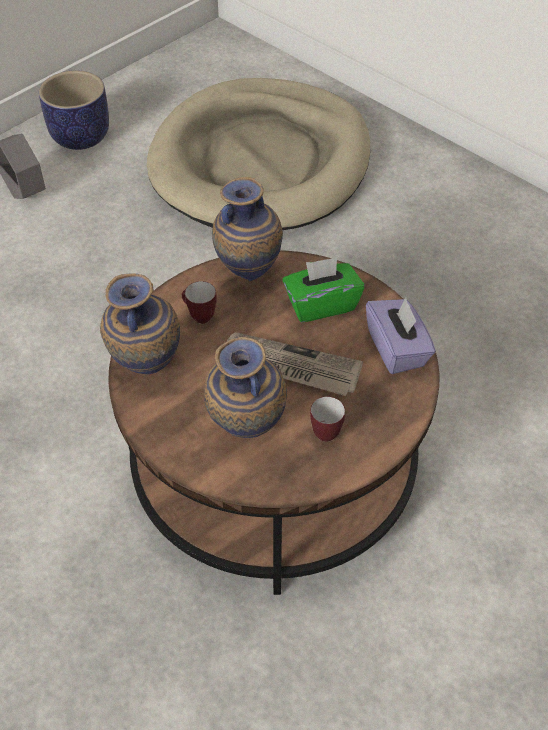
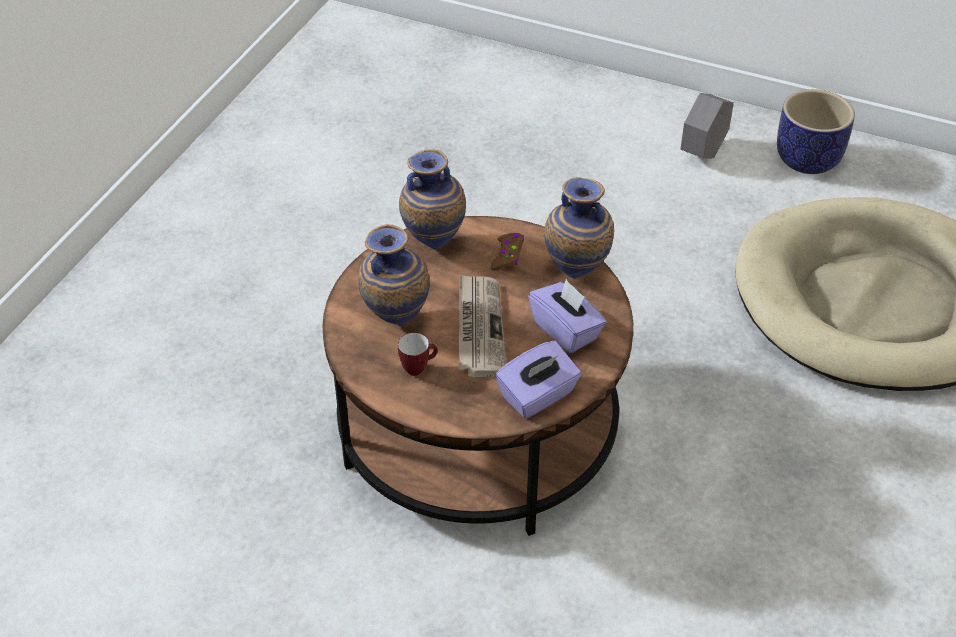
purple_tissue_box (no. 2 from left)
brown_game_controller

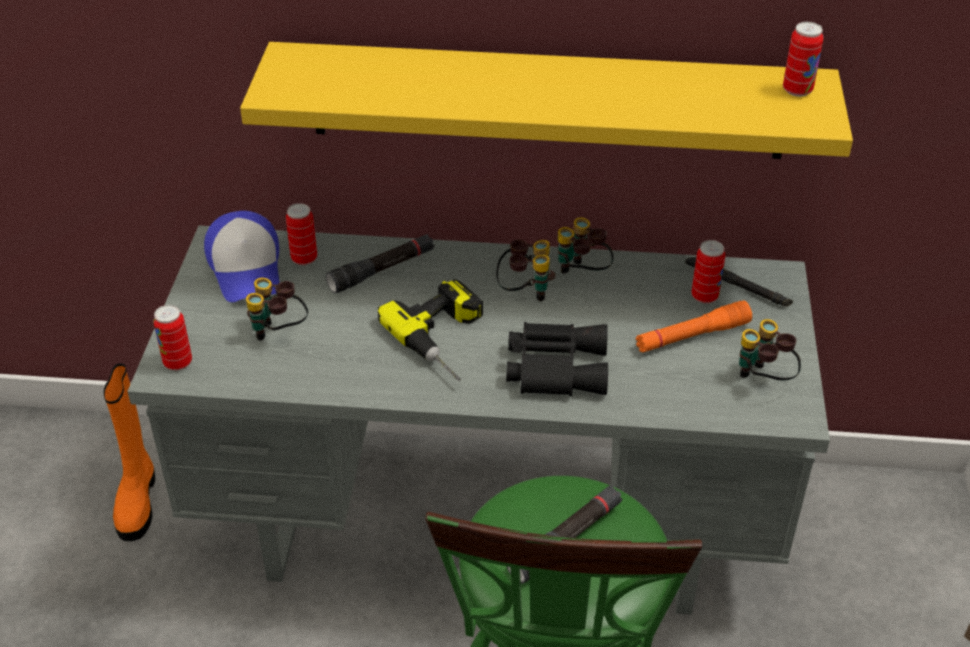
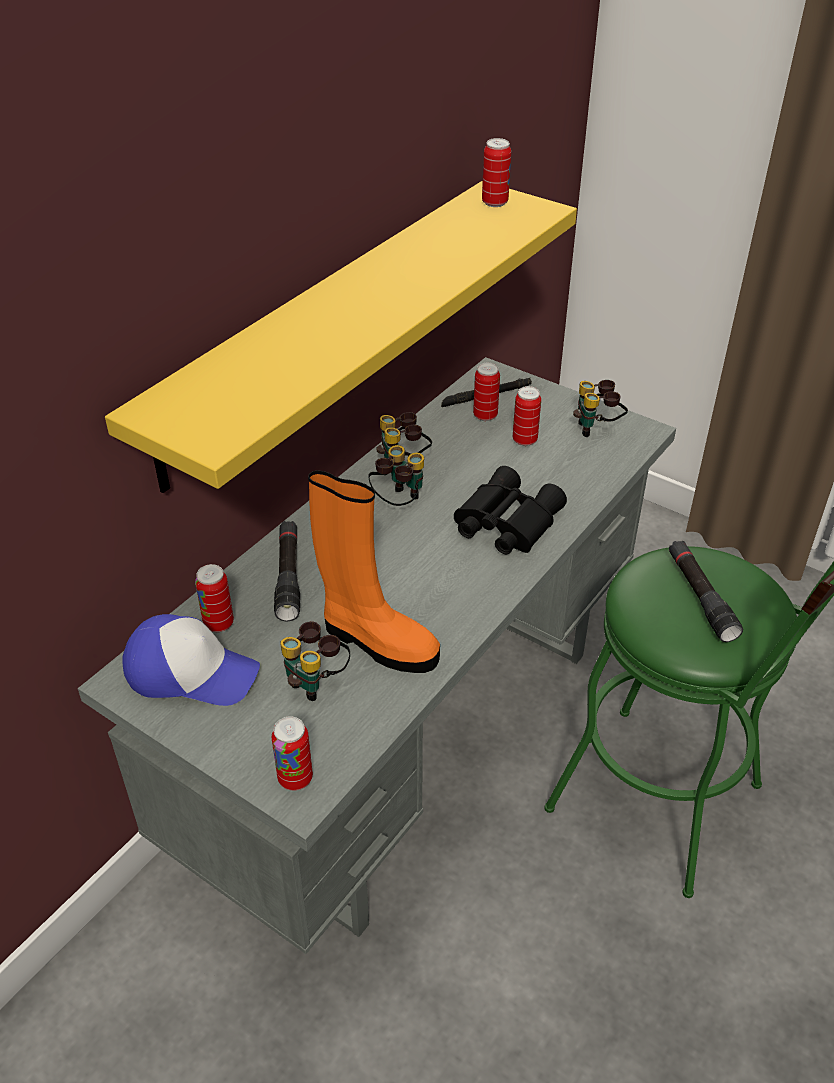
power_drill
can (no. 5 from left)
orange_boot

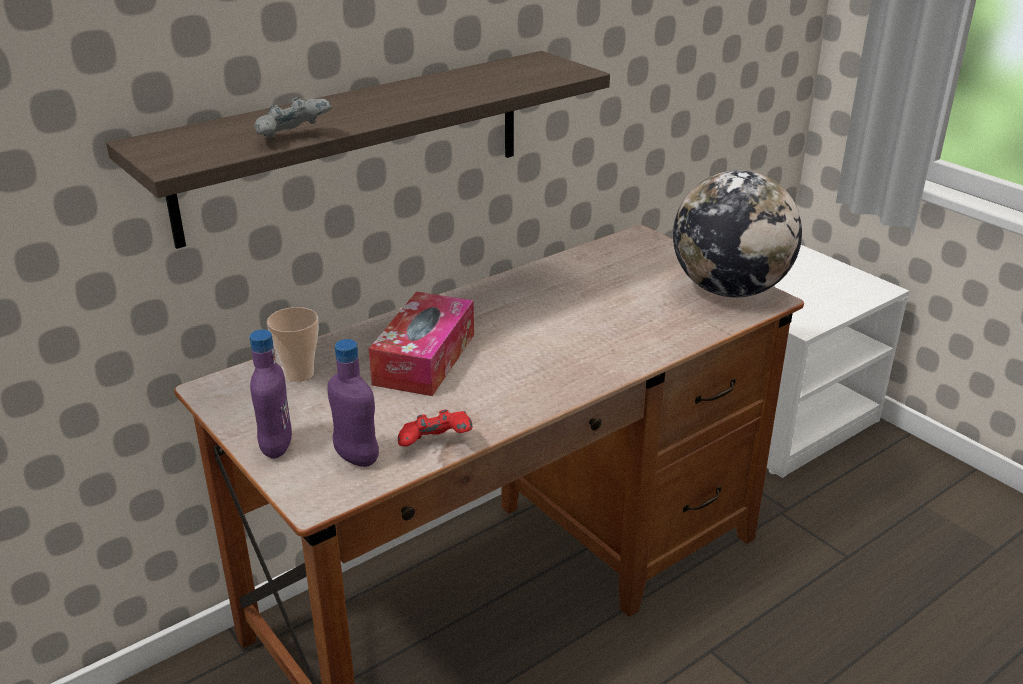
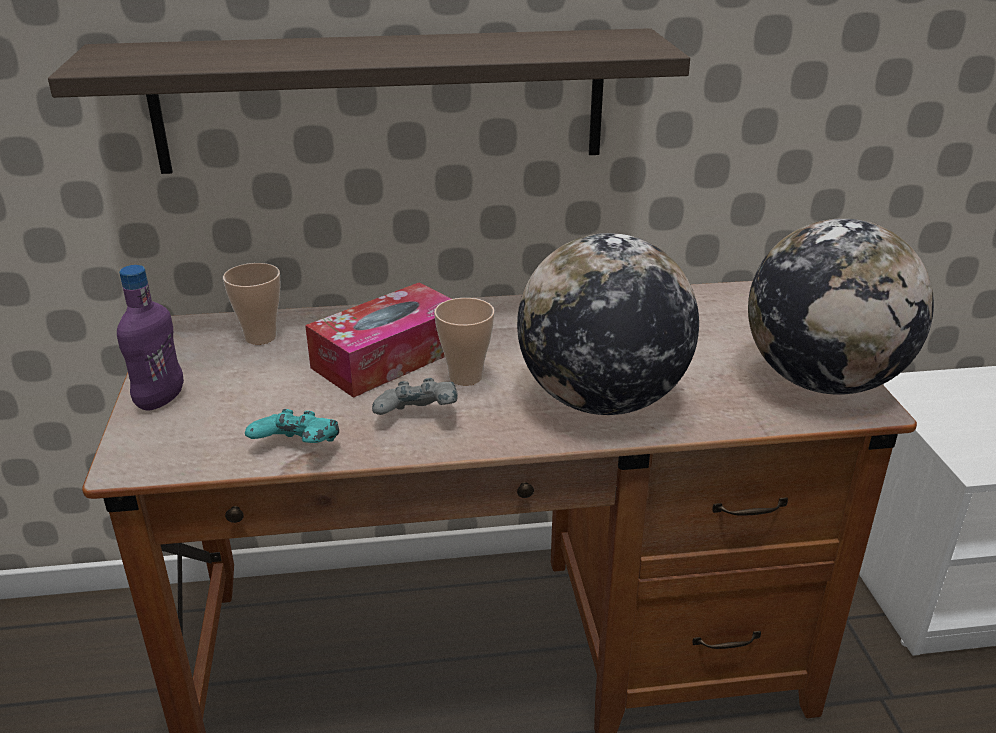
grey_game_controller
purple_bottle (no. 2 from left in the first image)
turquoise_game_controller
globe (no. 1 from left)
cup (no. 2 from left)

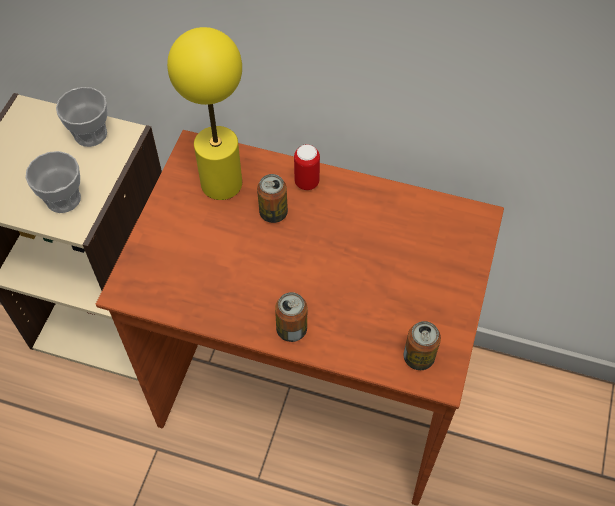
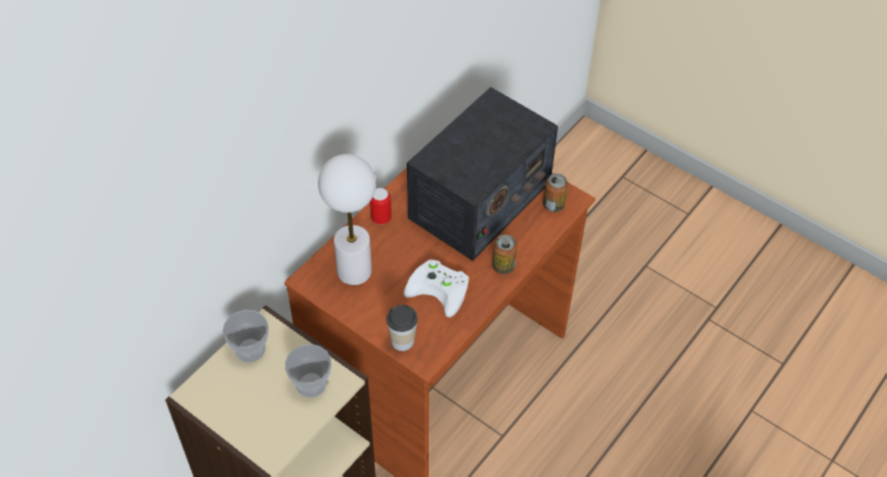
white_table_lamp
can (no. 1 from left in the first image)
radio
white_game_controller
cup (no. 3 from left)

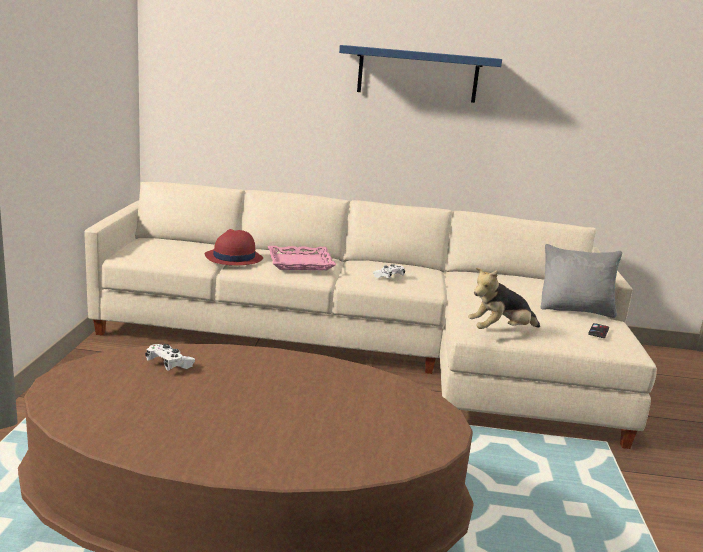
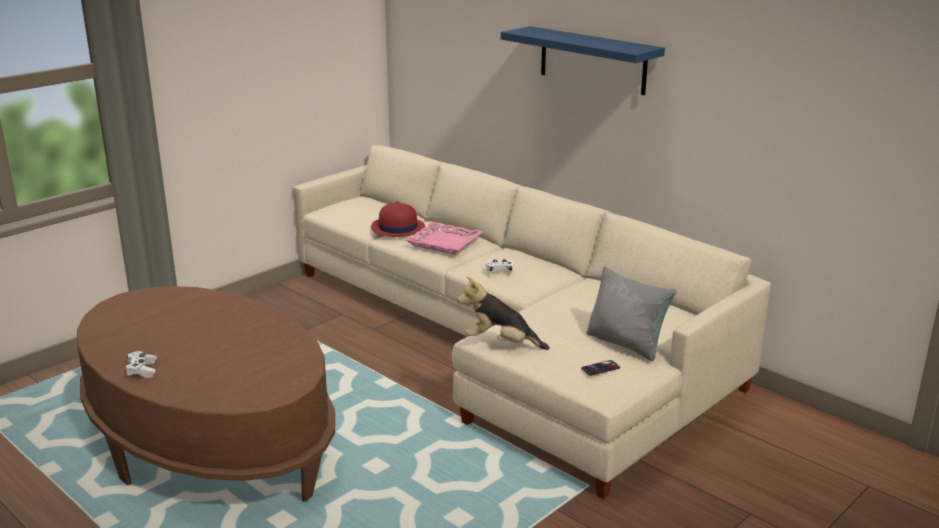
white_game_controller (no. 1 from left)

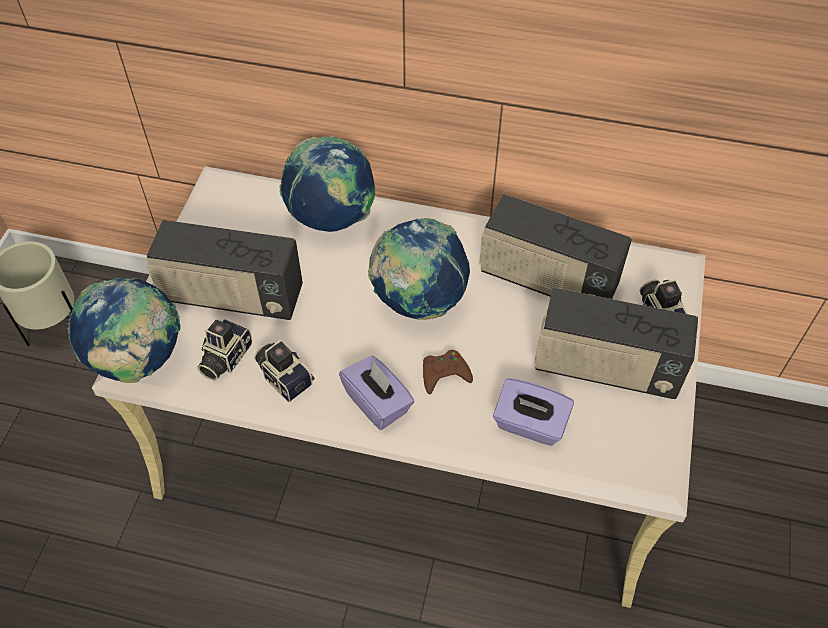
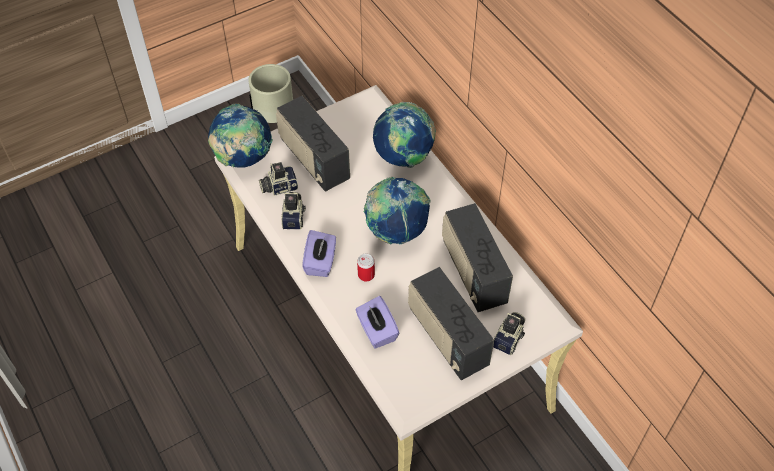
can

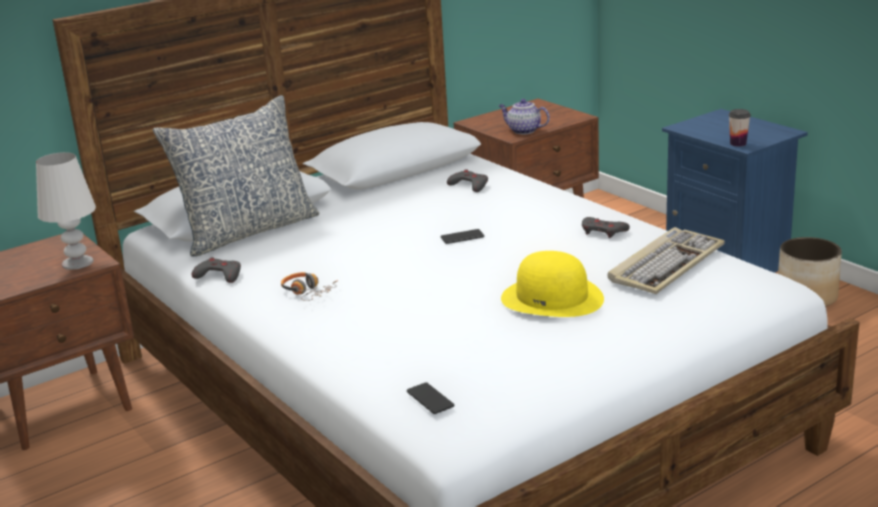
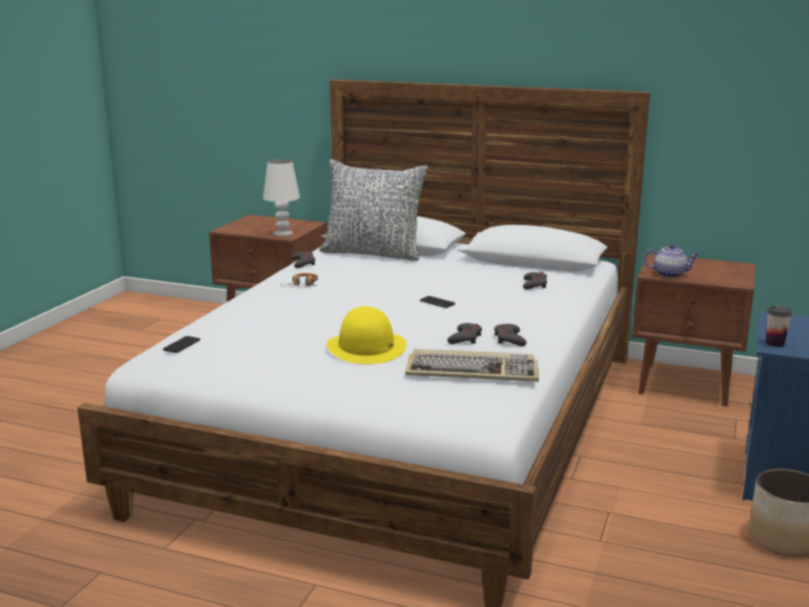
teapot
grey_game_controller (no. 2 from left)

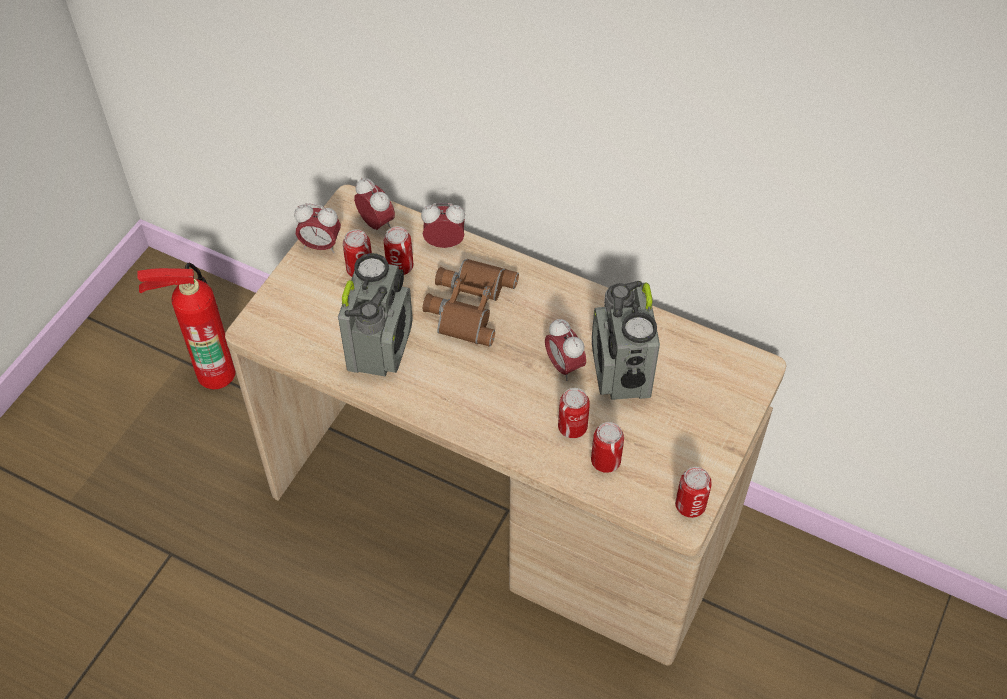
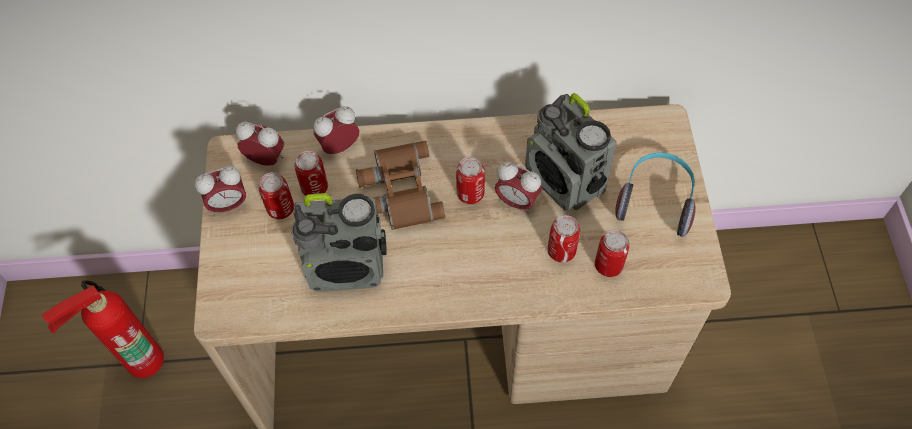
radio (no. 1 from left)
can (no. 3 from left)
headphones

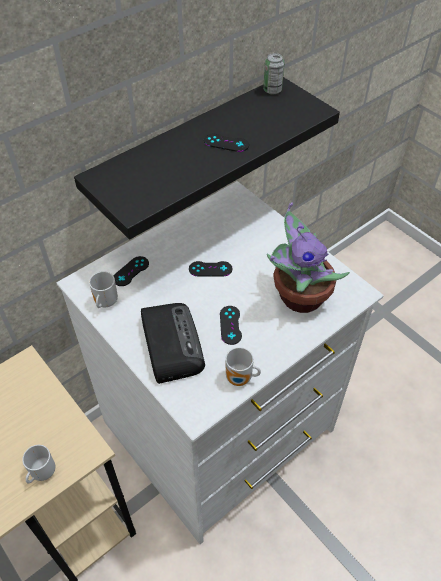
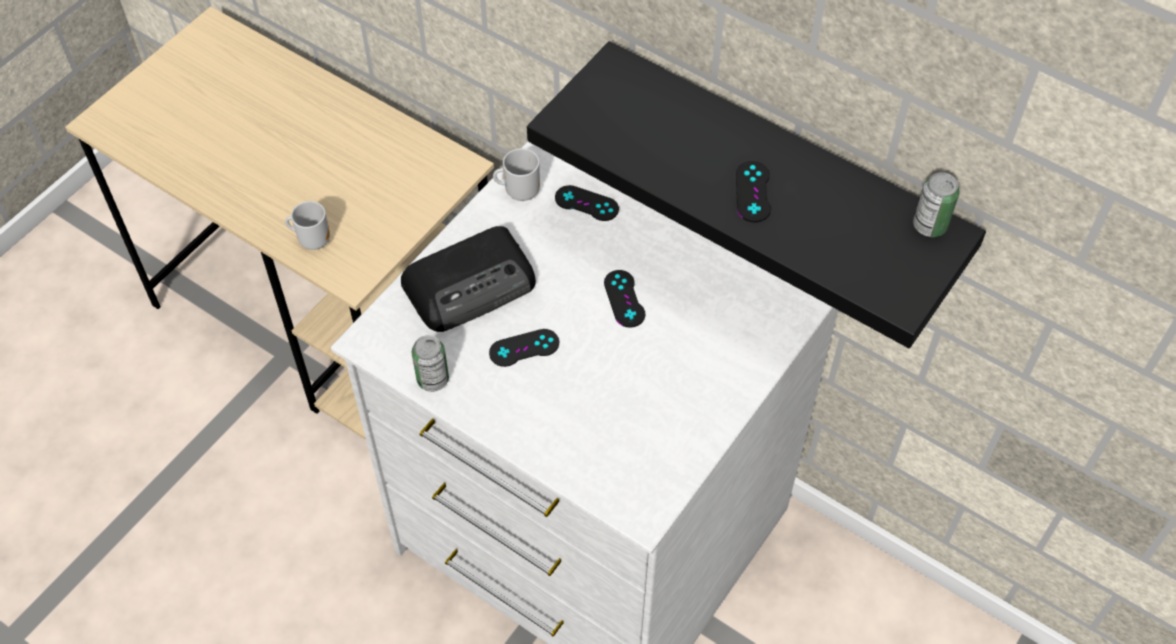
potted_plant
can (no. 1 from left)

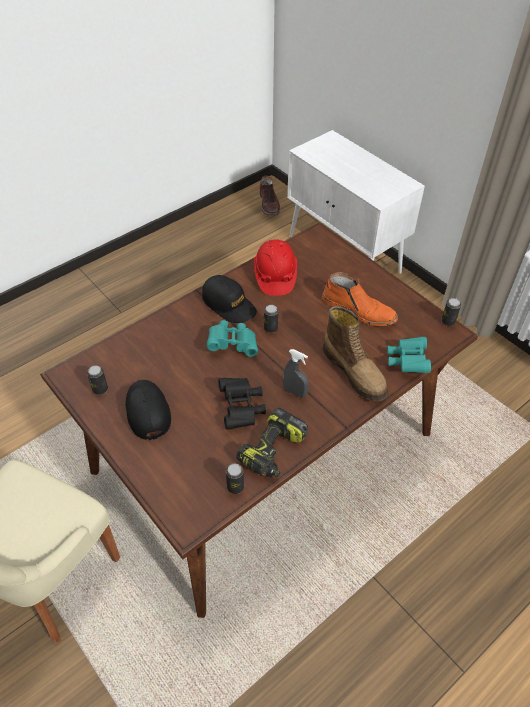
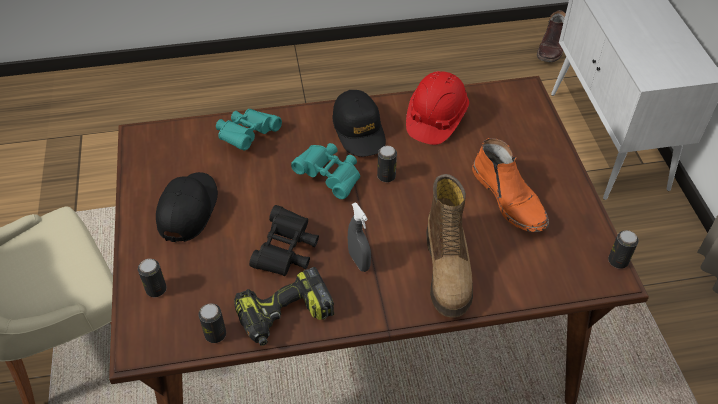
turquoise_binoculars (no. 1 from left)
can (no. 1 from left)

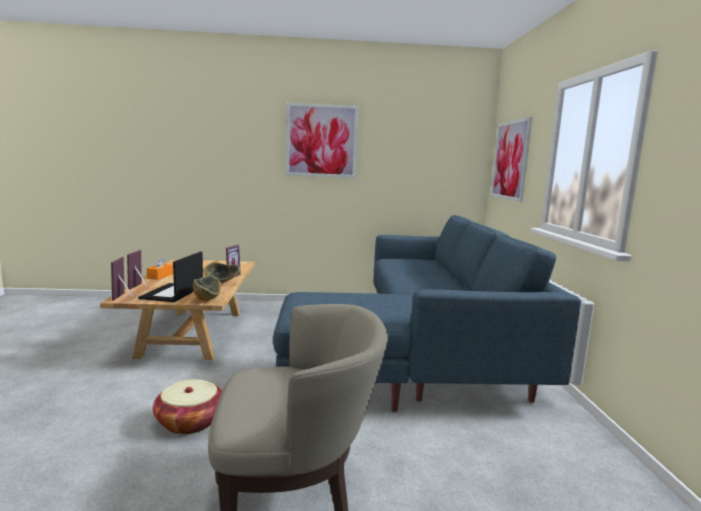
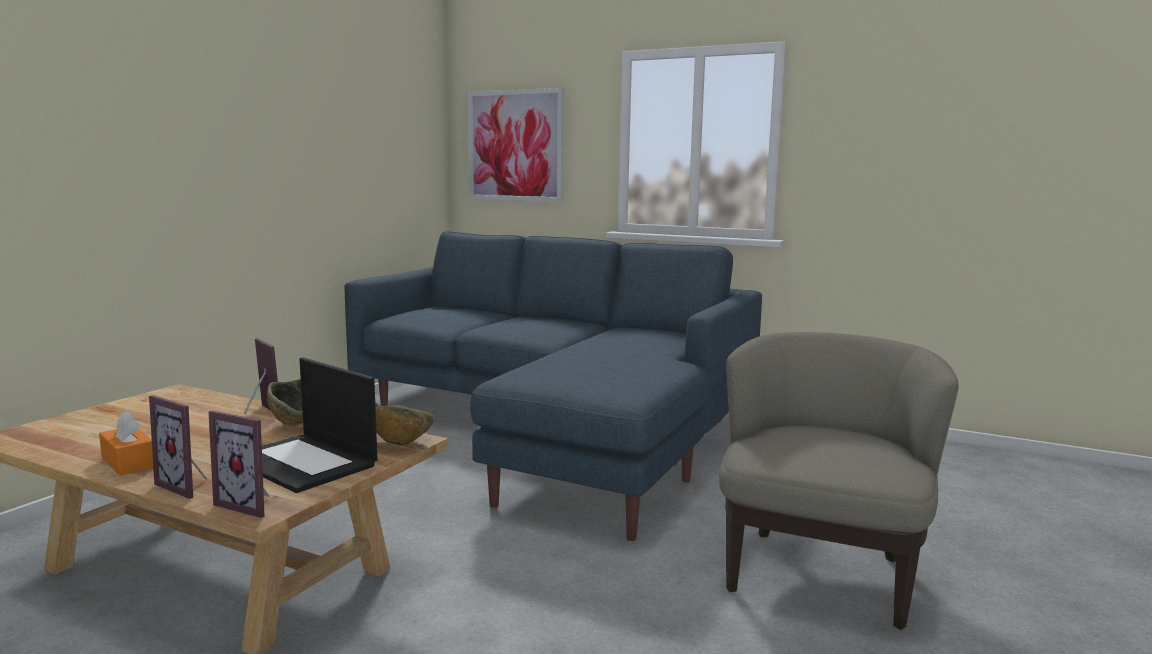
picture (no. 1 from left in the first image)
basket

